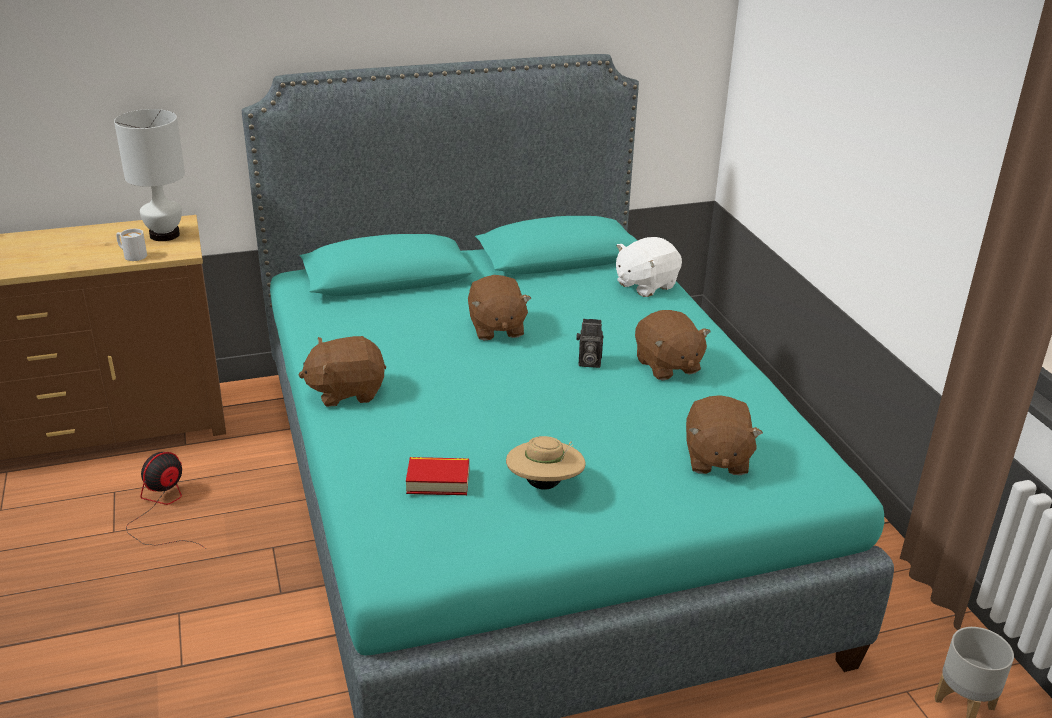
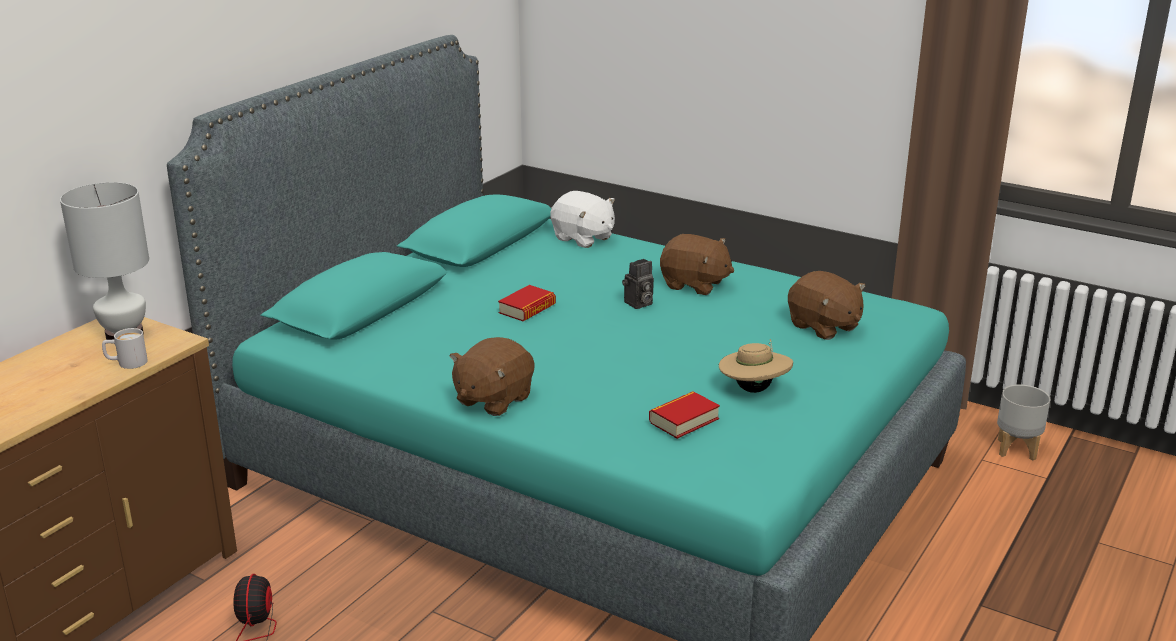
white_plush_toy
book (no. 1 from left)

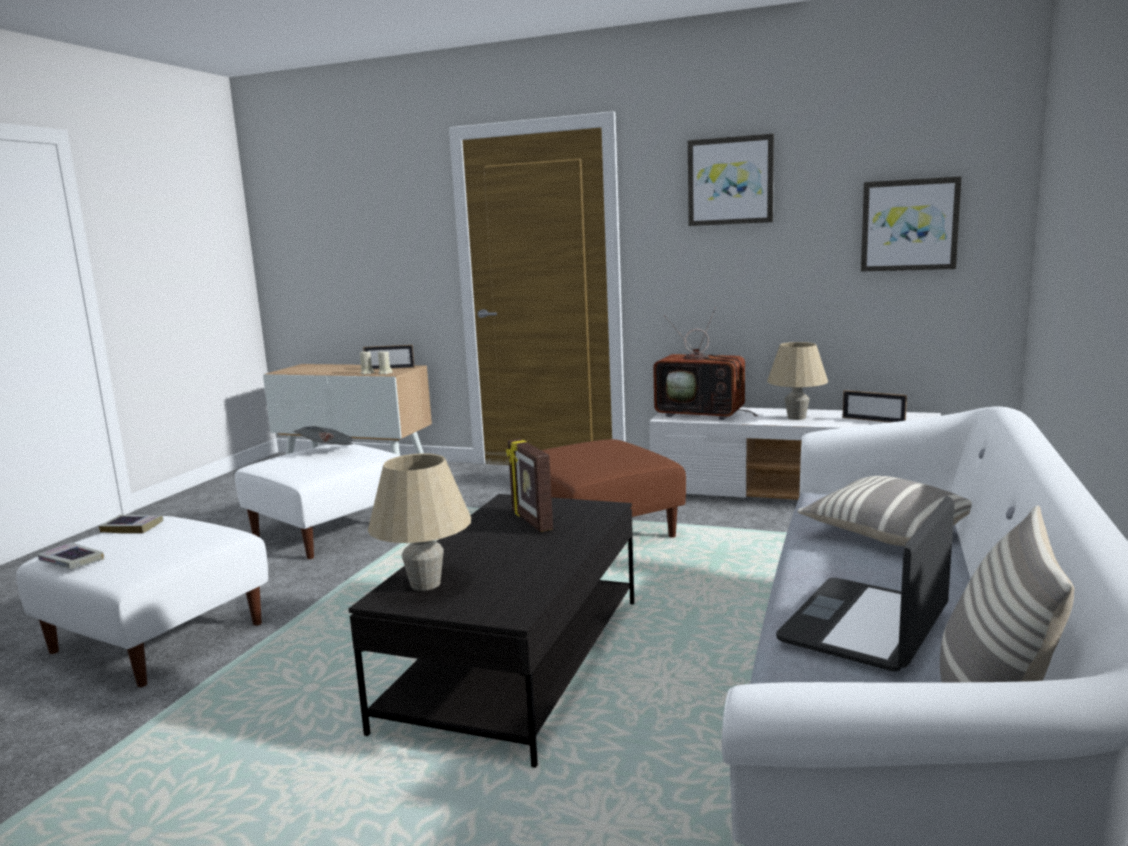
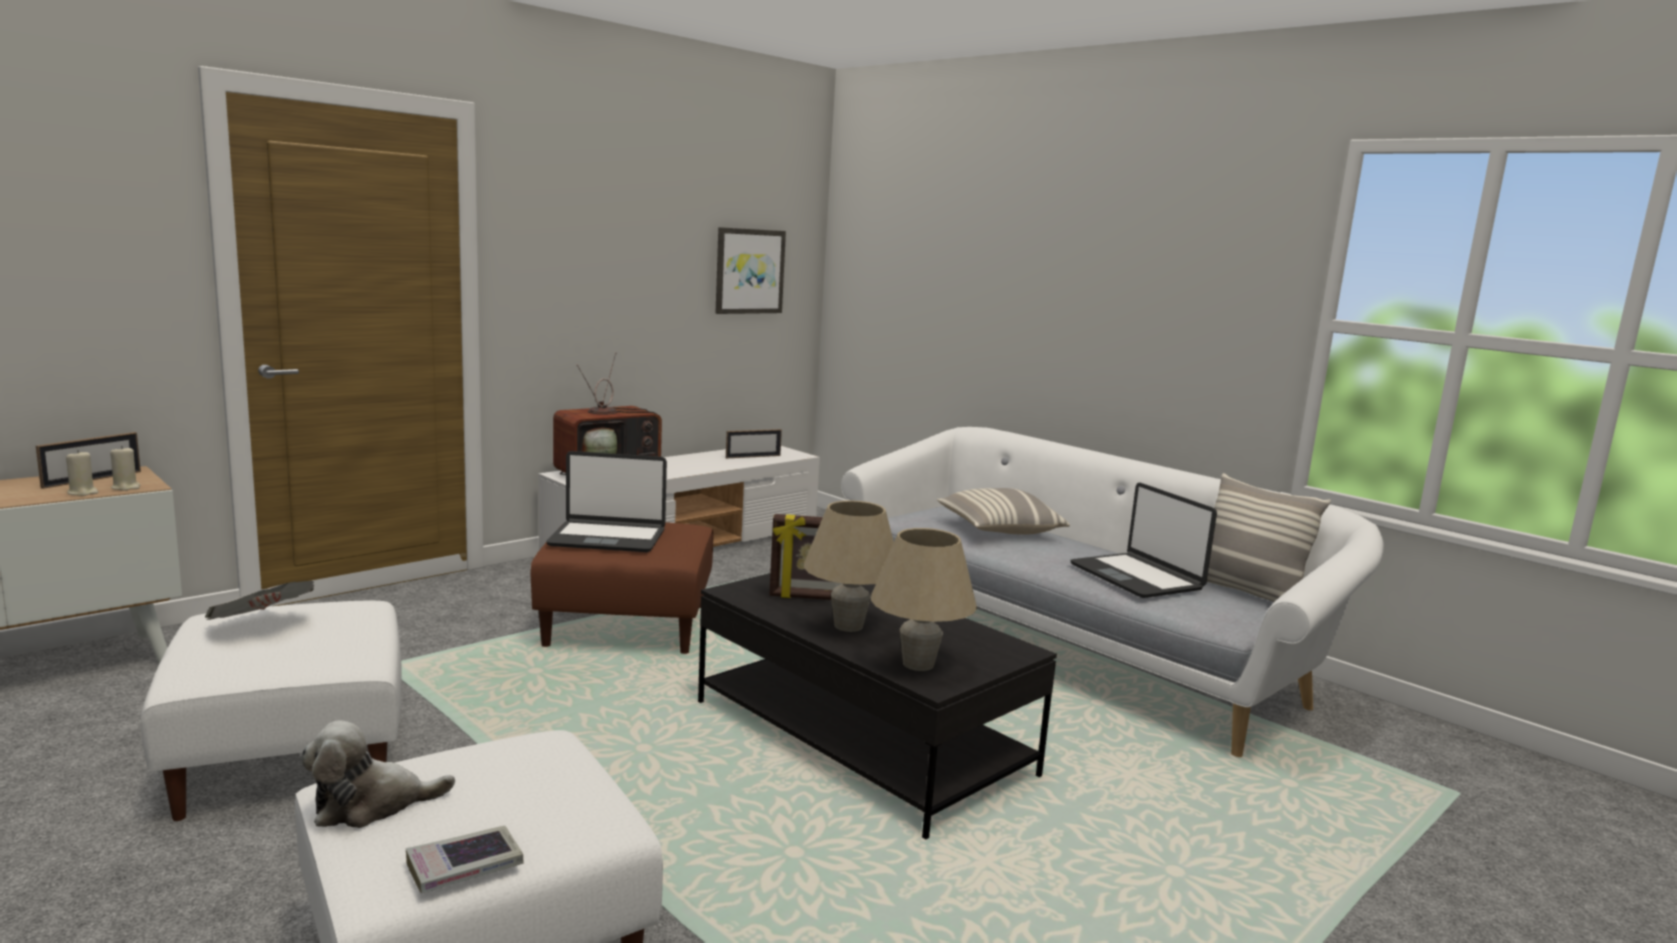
picture (no. 1 from left in the first image)
beige_table_lamp (no. 1 from left)
plush_toy
laptop (no. 1 from left)

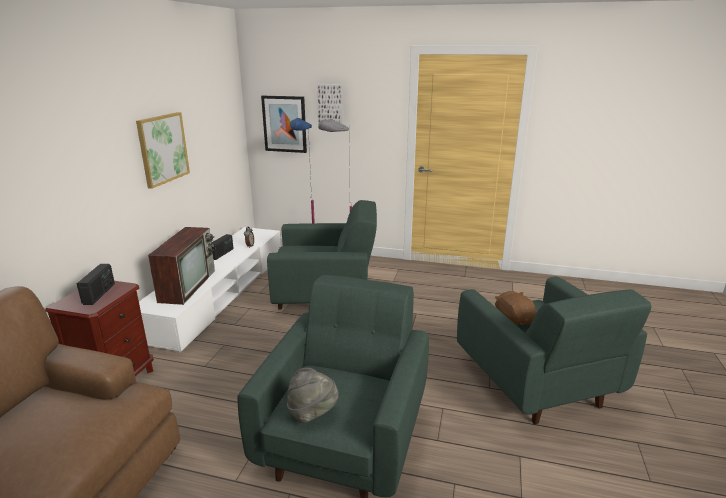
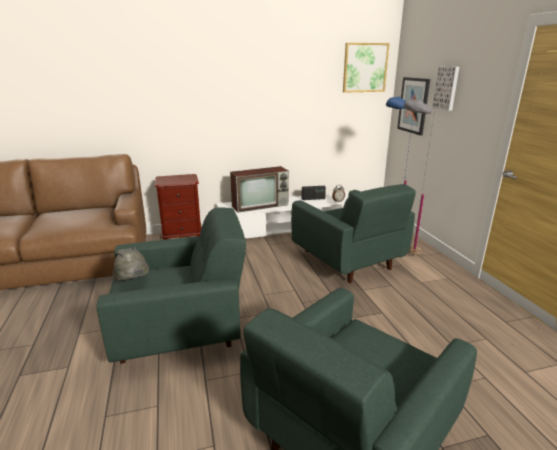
picture (no. 1 from left)
radio (no. 1 from left in the first image)
brown_plush_toy

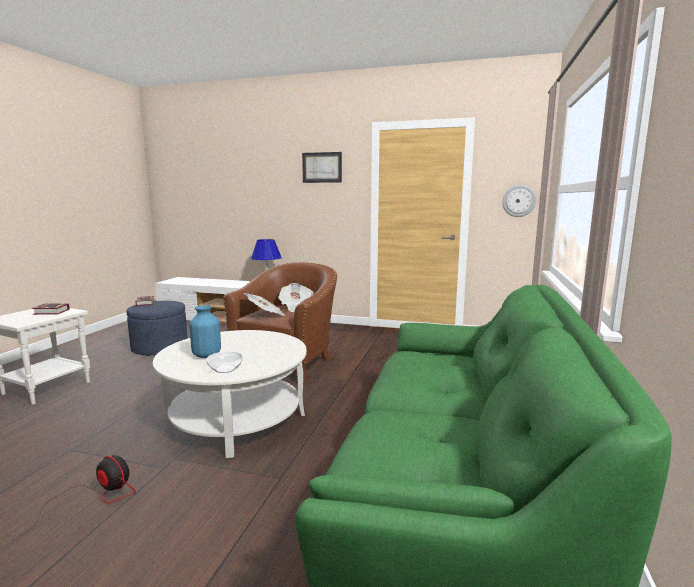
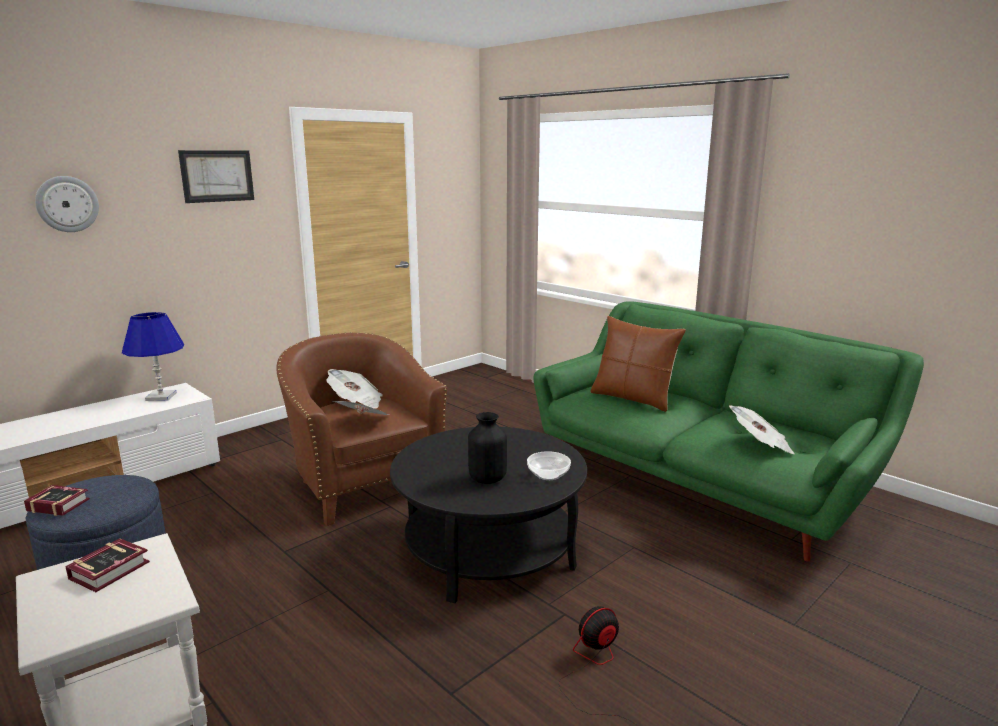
wall_clock
black_vase
black_coffee_table
brown_pillow
newspaper (no. 3 from left)

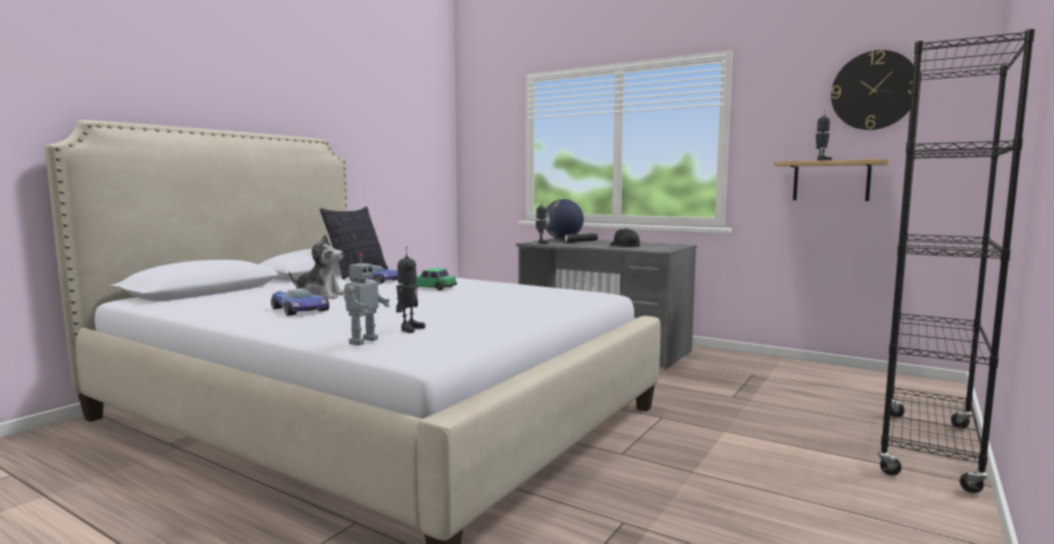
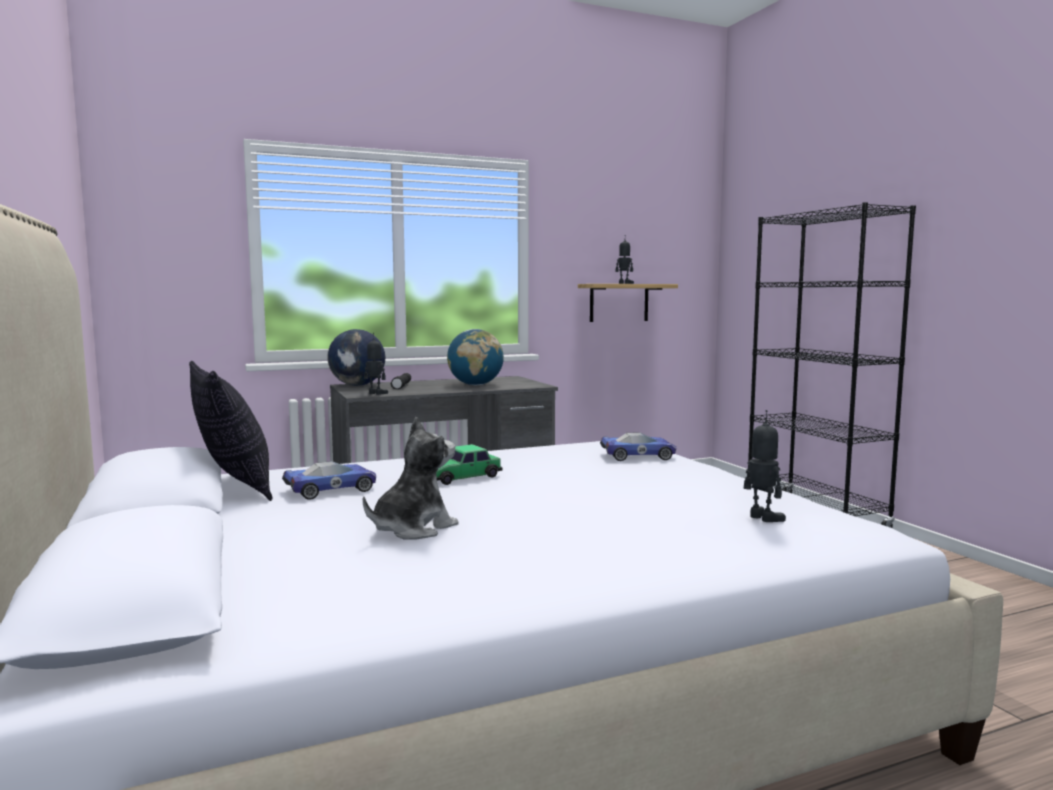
wall_clock
globe (no. 2 from left)
toy_robot (no. 1 from left in the first image)
toy_car (no. 3 from left)

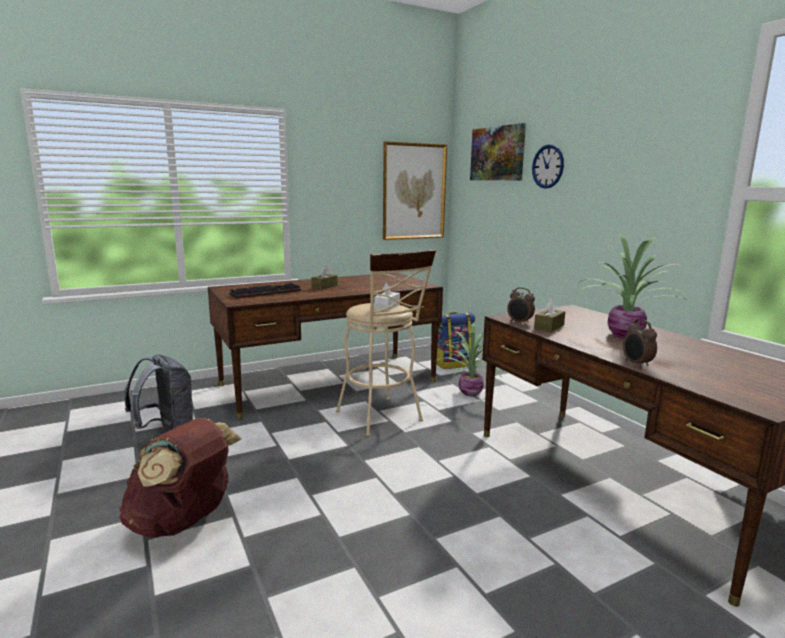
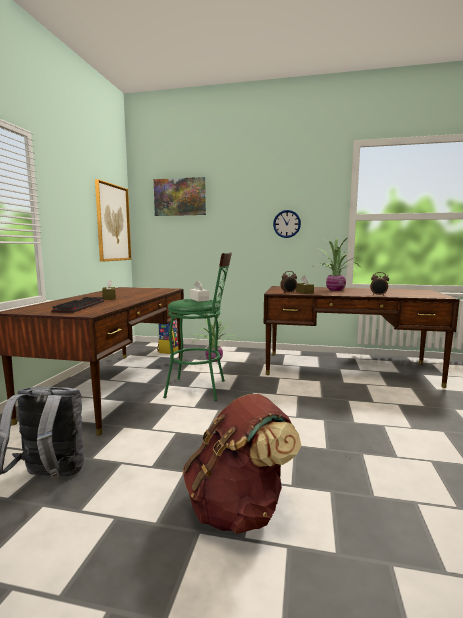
wall_clock
green_stool

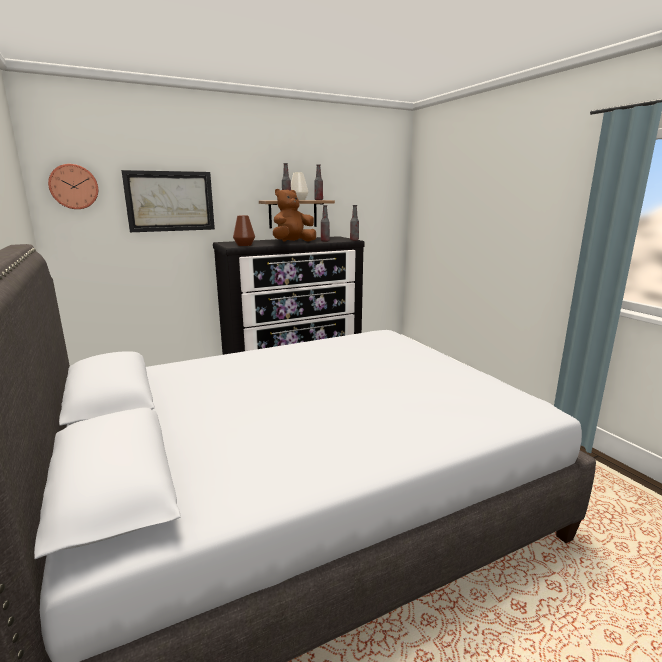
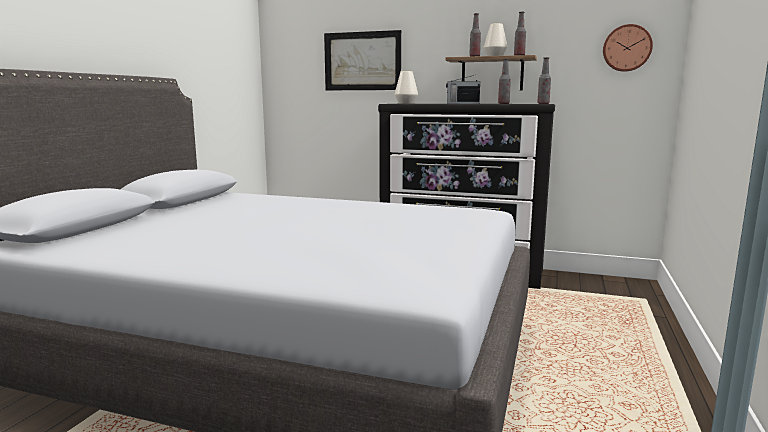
wall_clock
radio
white_vase (no. 1 from left)

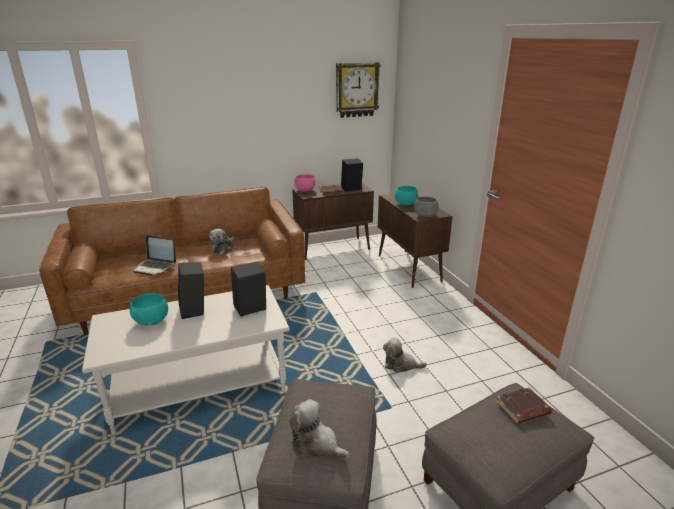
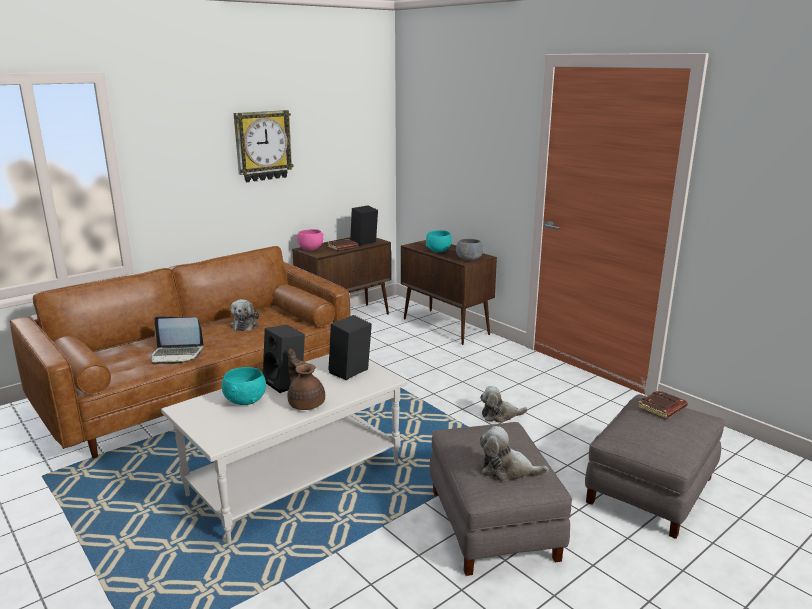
wall_clock
brown_teapot

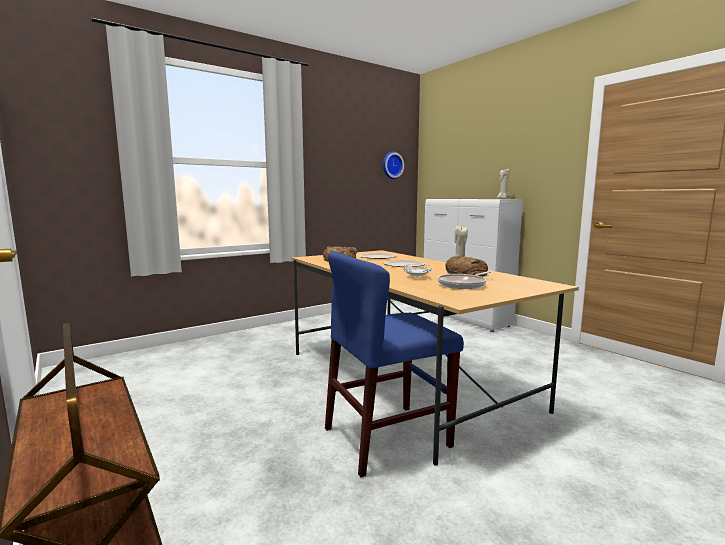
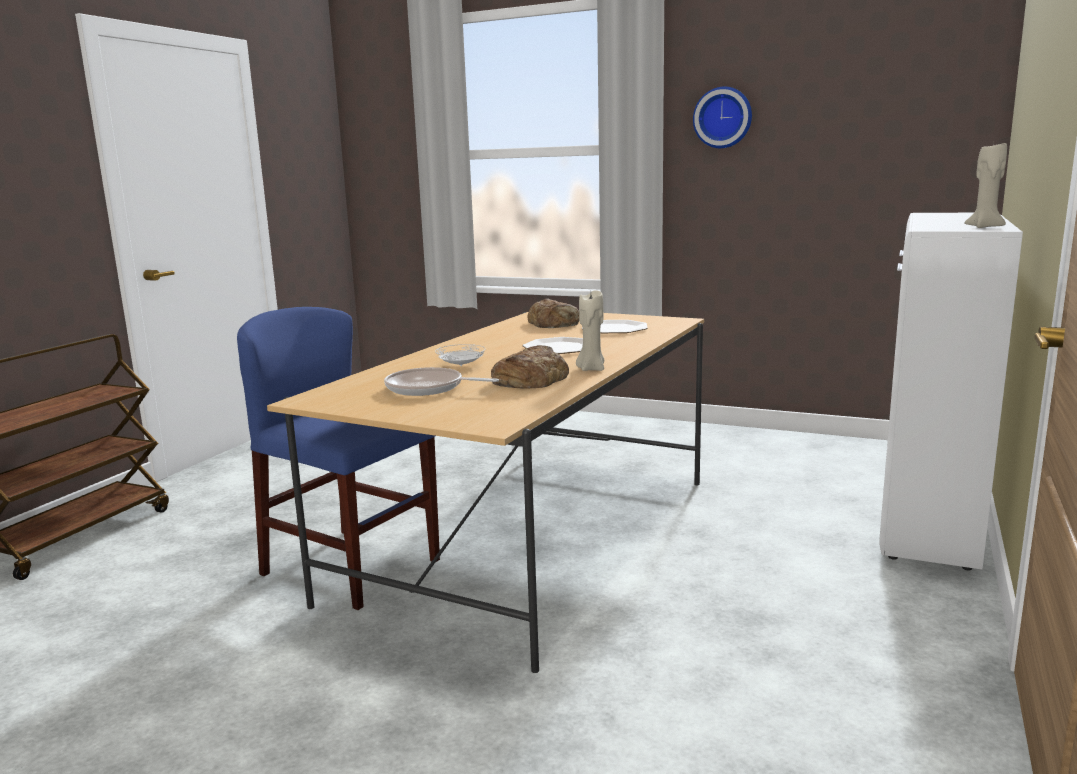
wall_clock

